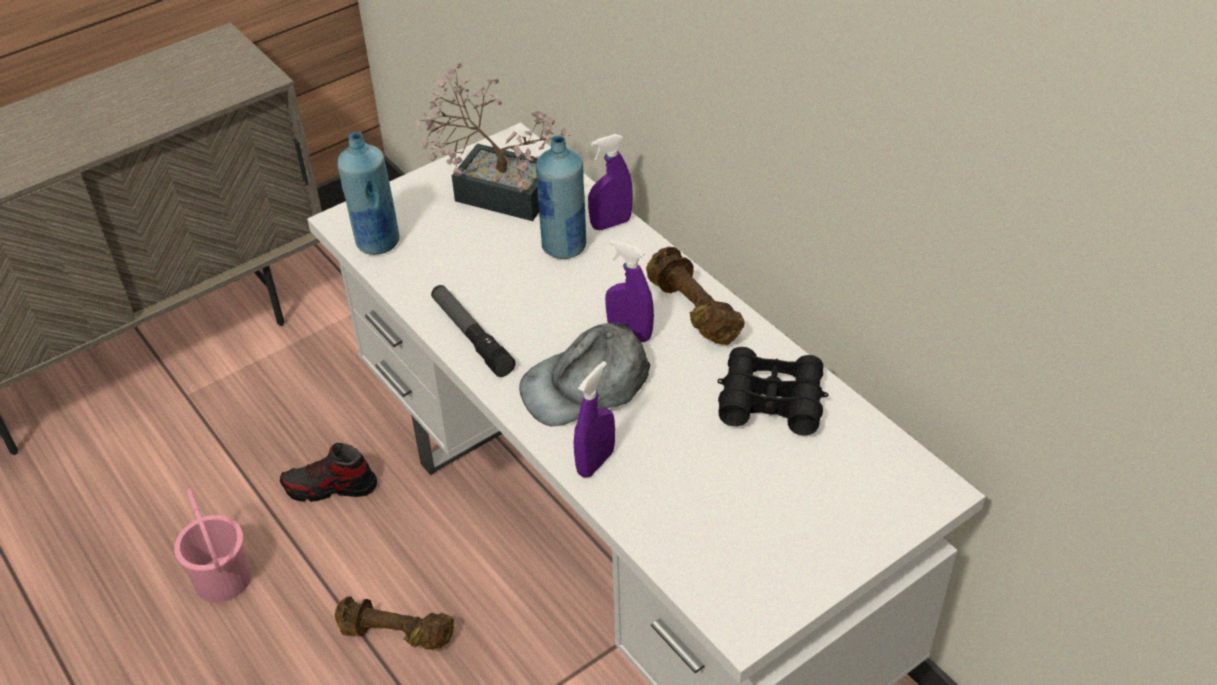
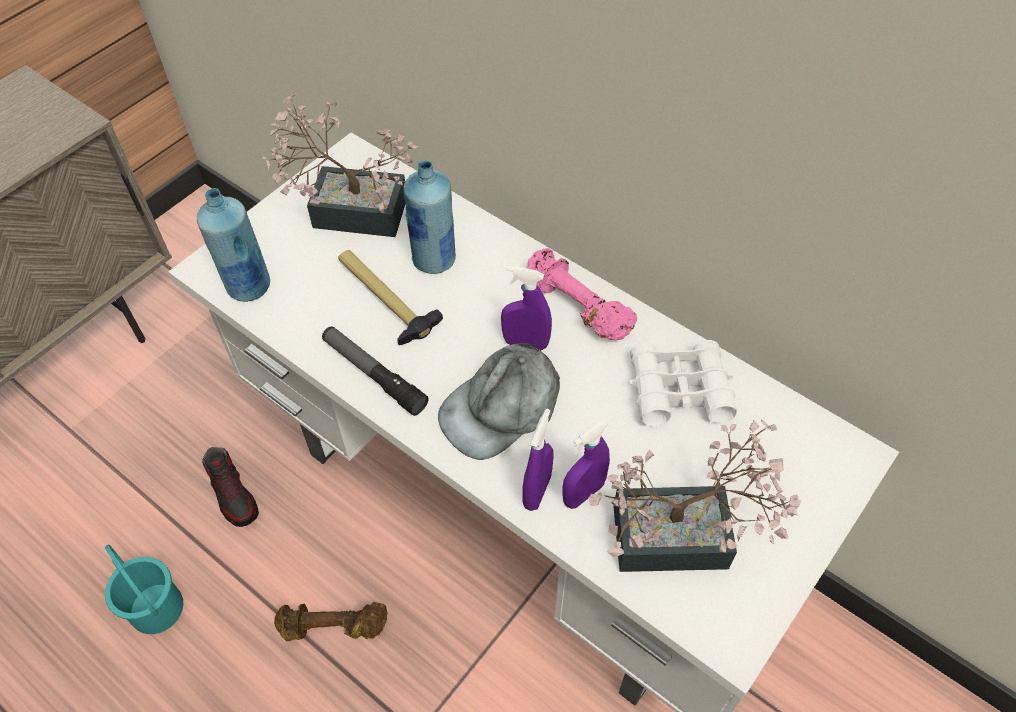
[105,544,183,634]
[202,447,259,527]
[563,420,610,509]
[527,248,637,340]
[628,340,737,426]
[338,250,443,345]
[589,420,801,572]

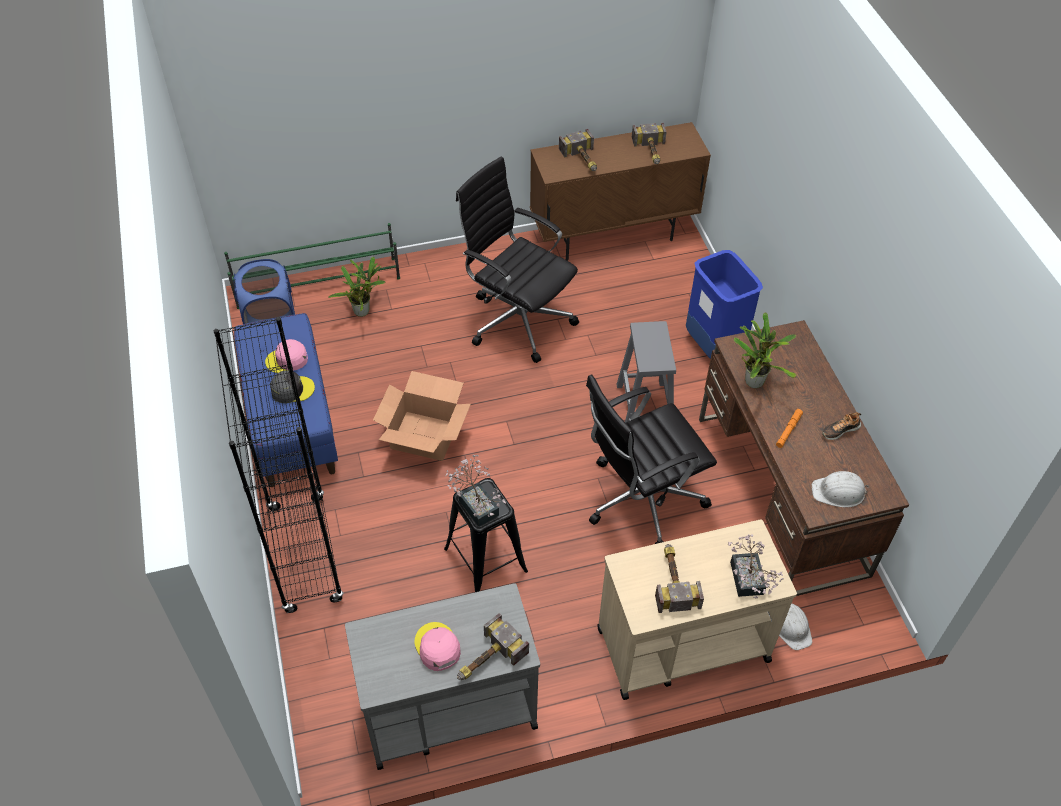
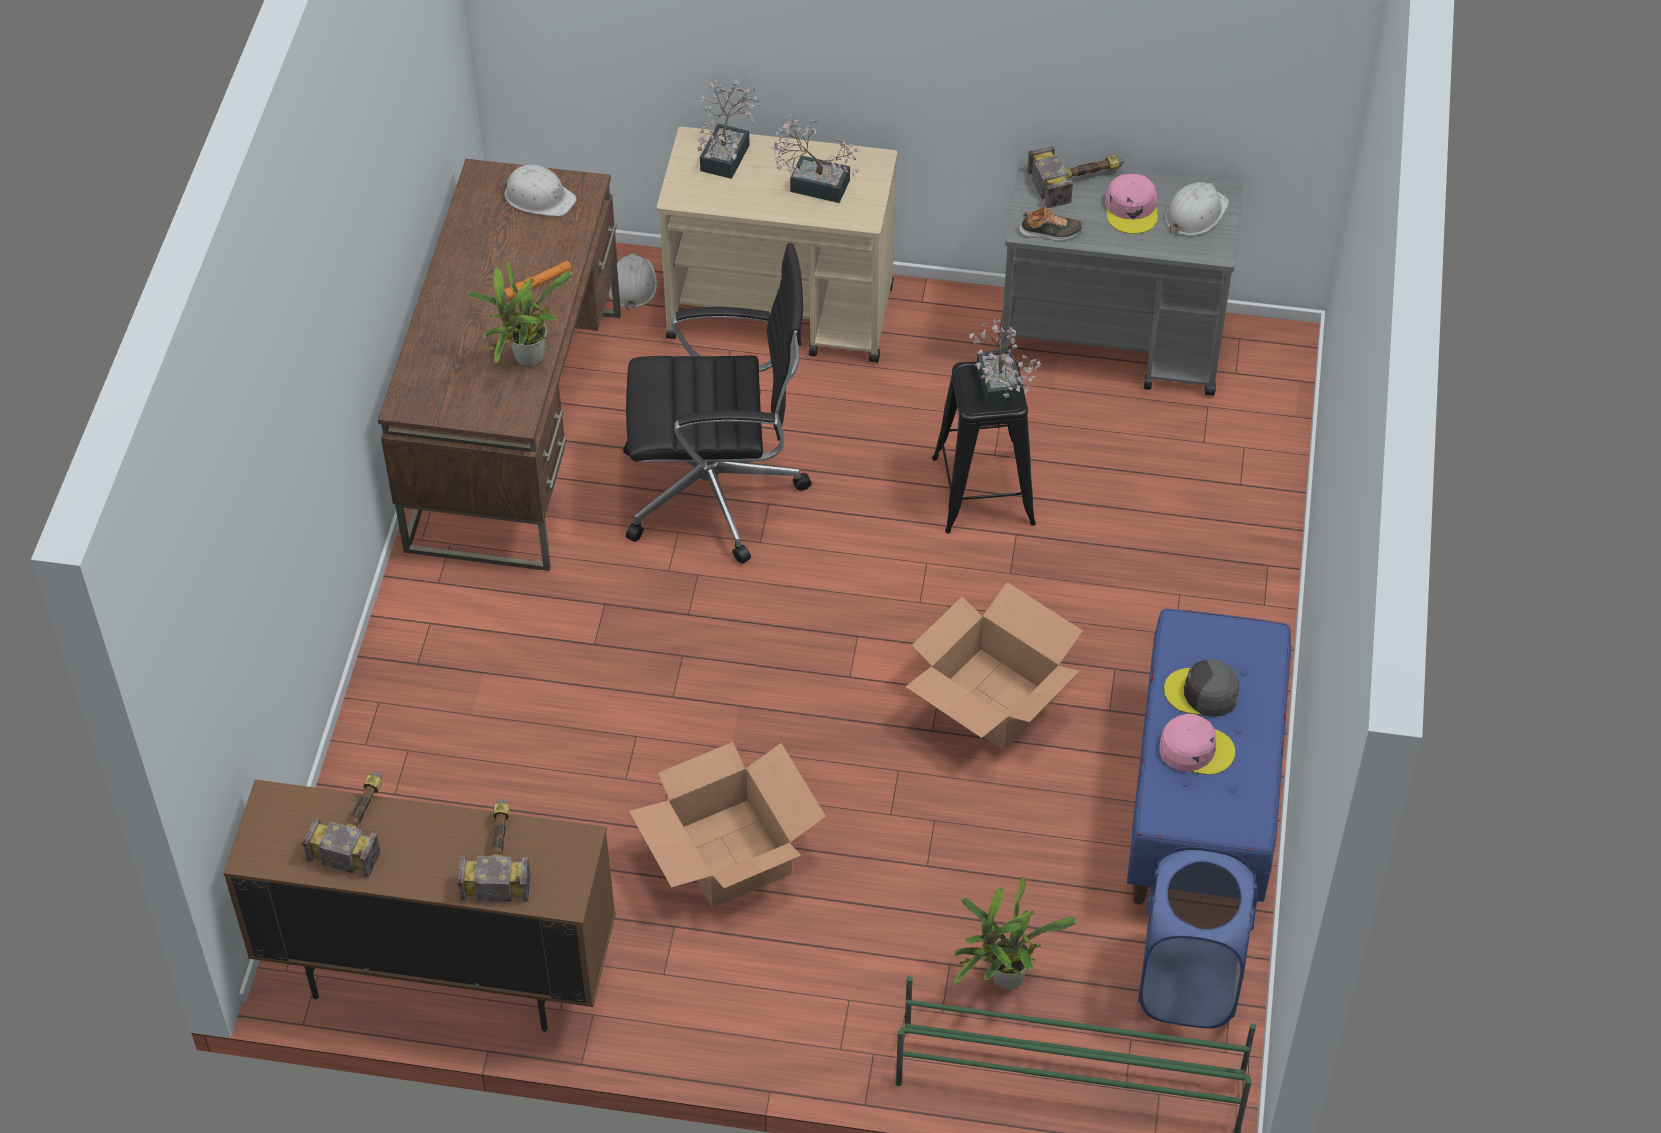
[214,317,344,613] (first image)
[629,742,826,908]
[617,321,676,423] (first image)
[772,112,861,203]
[686,250,763,359] (first image)
[1019,207,1084,241]
[1165,182,1229,236]

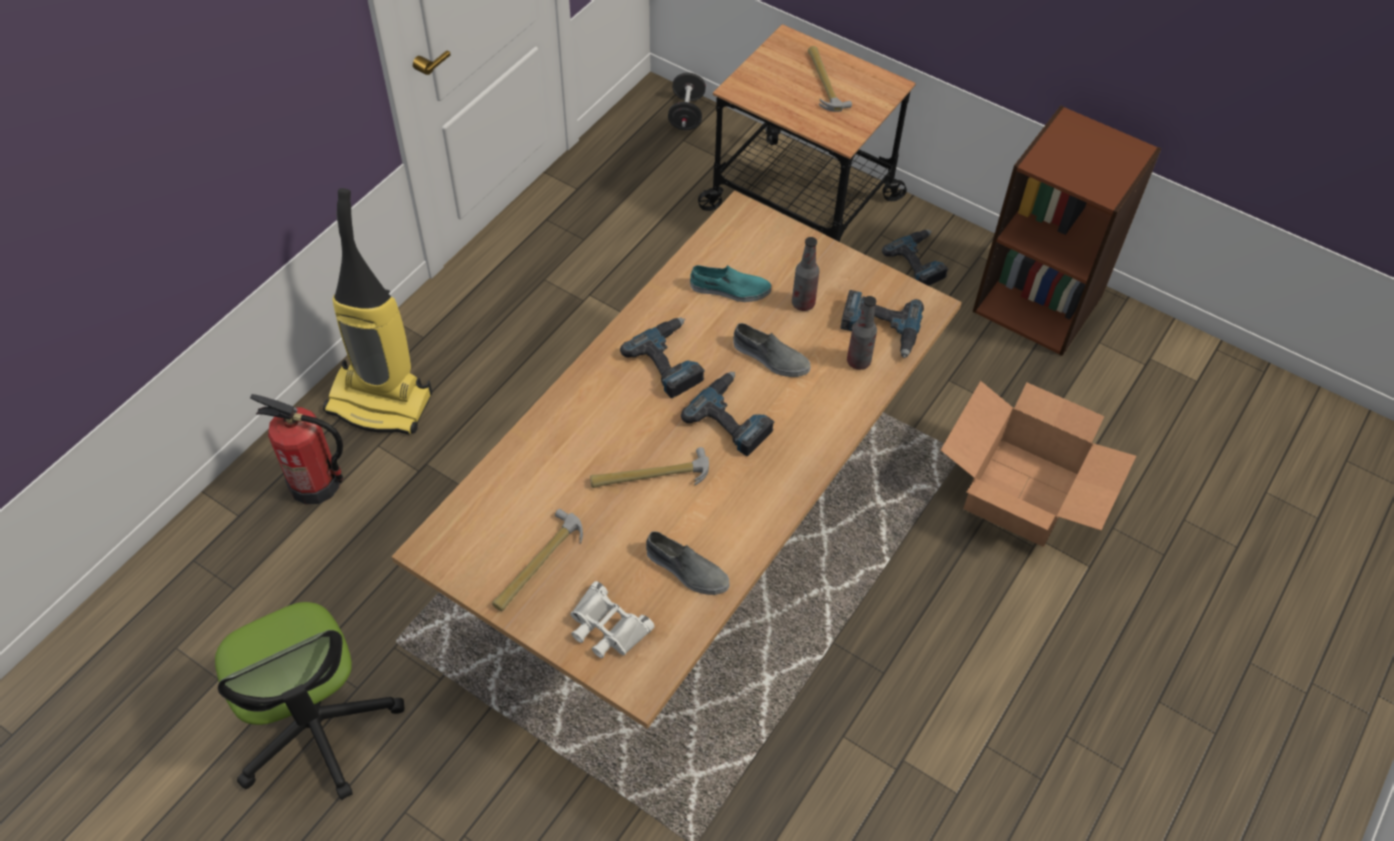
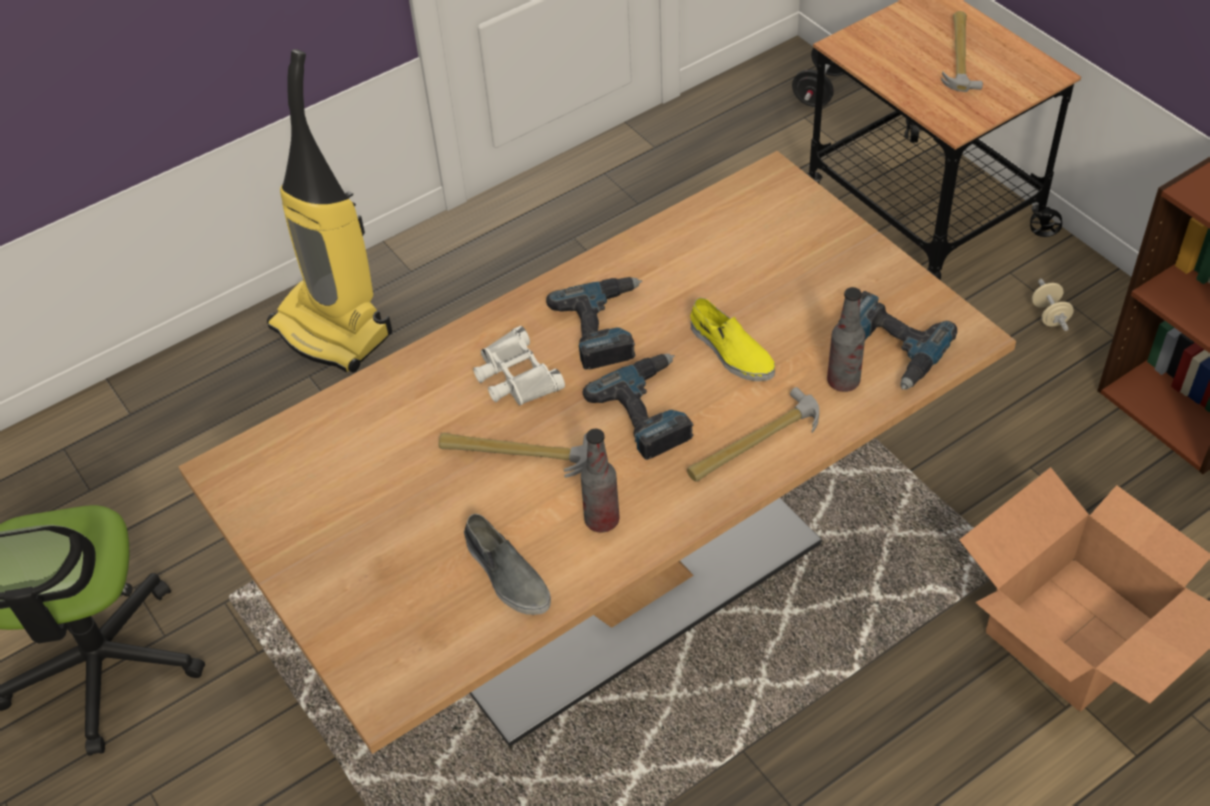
[250,394,343,504] (first image)
[687,387,819,481]
[473,326,565,406]
[690,265,771,302] (first image)
[690,298,775,381]
[581,429,619,532]
[1032,279,1074,331]

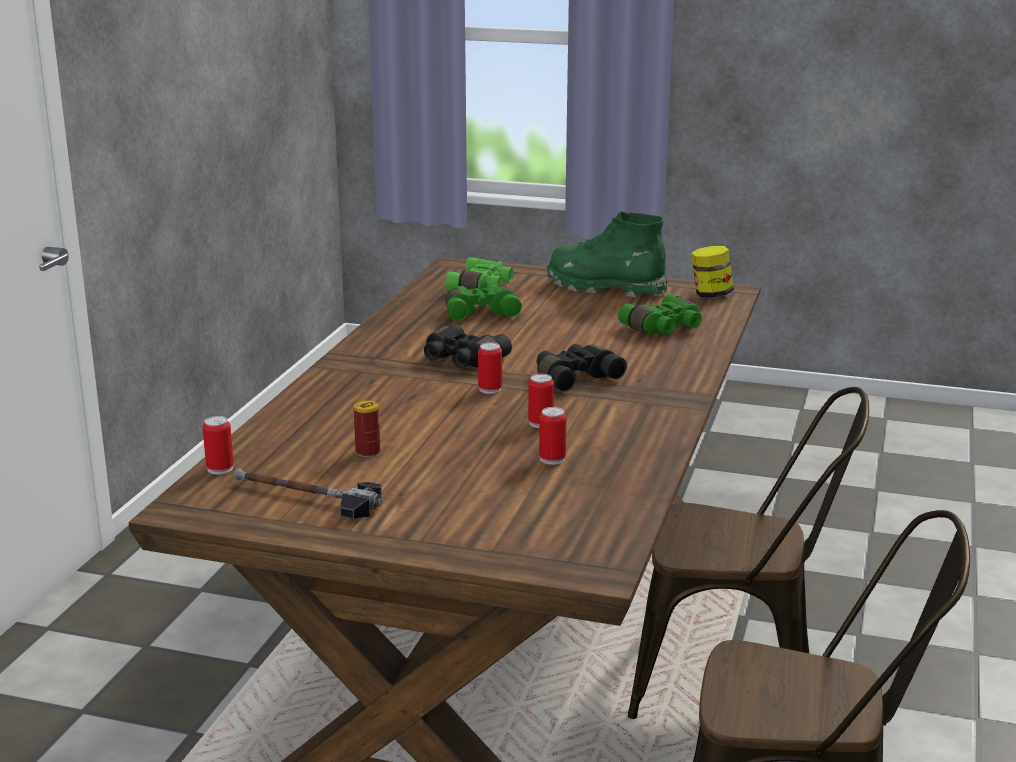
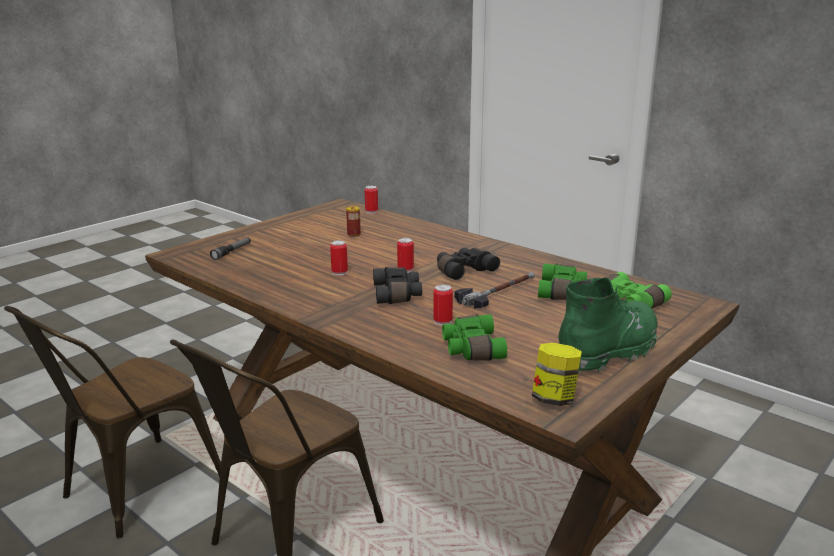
[454,272,535,309]
[433,284,453,326]
[210,237,251,260]

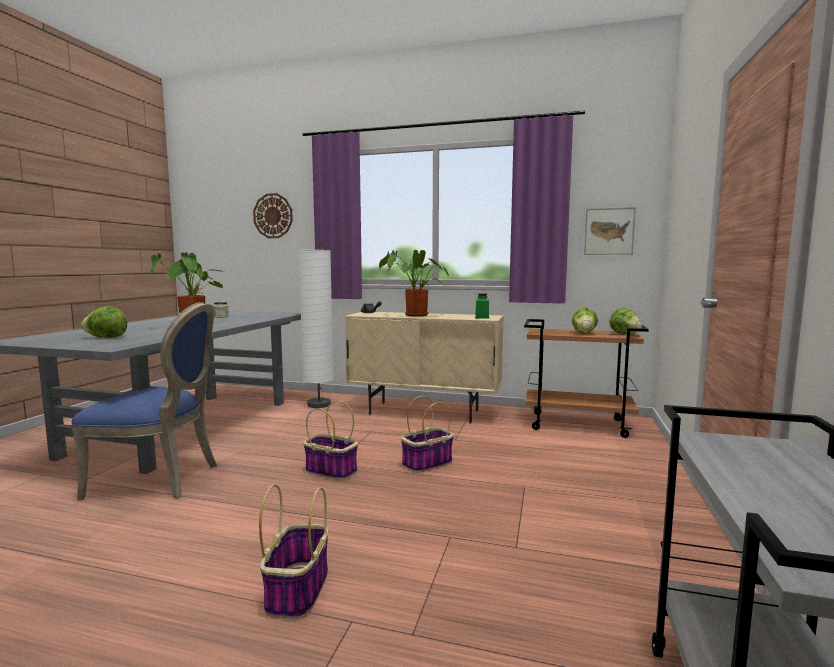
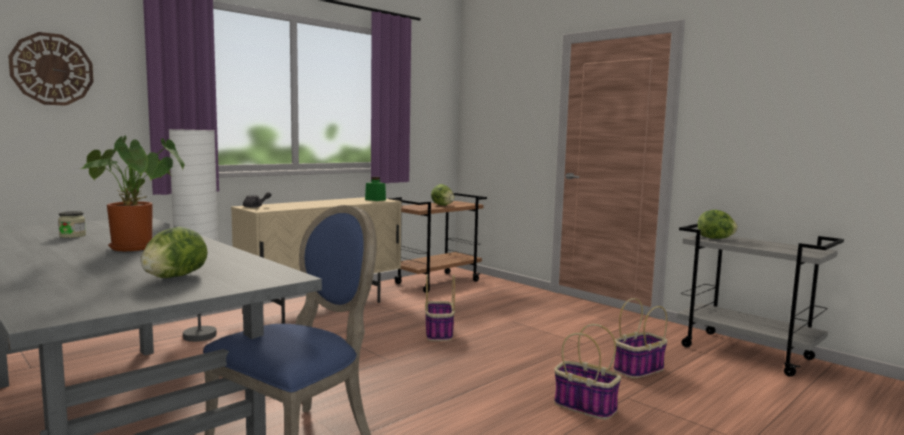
[613,298,668,379]
[379,250,449,317] (first image)
[584,207,636,255] (first image)
[697,210,738,239]

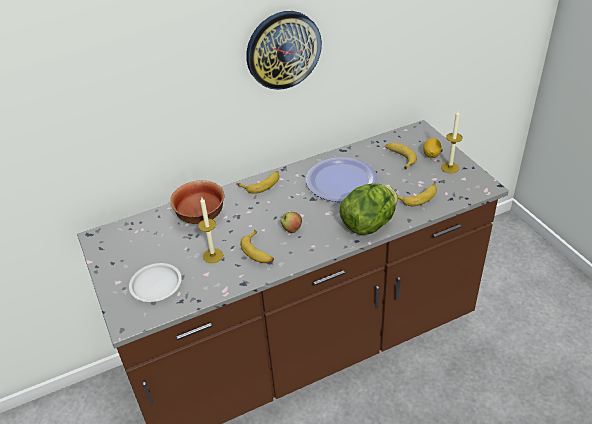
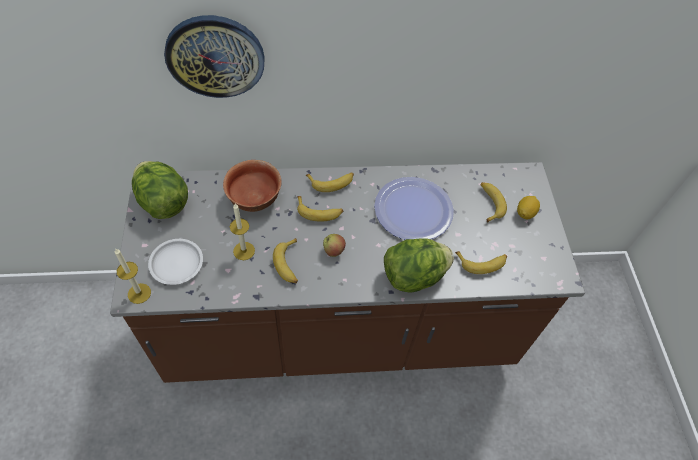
[164,15,264,98]
[115,248,151,304]
[132,161,188,219]
[297,196,343,221]

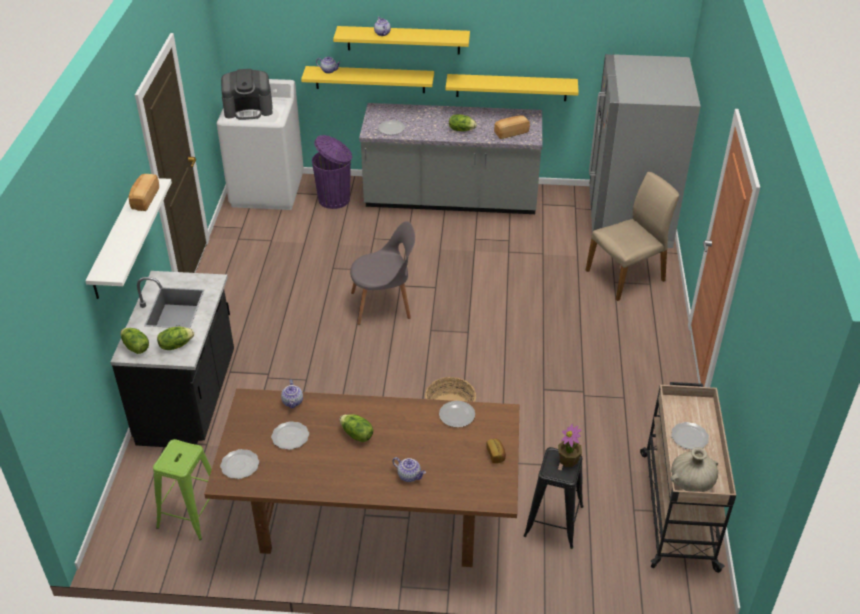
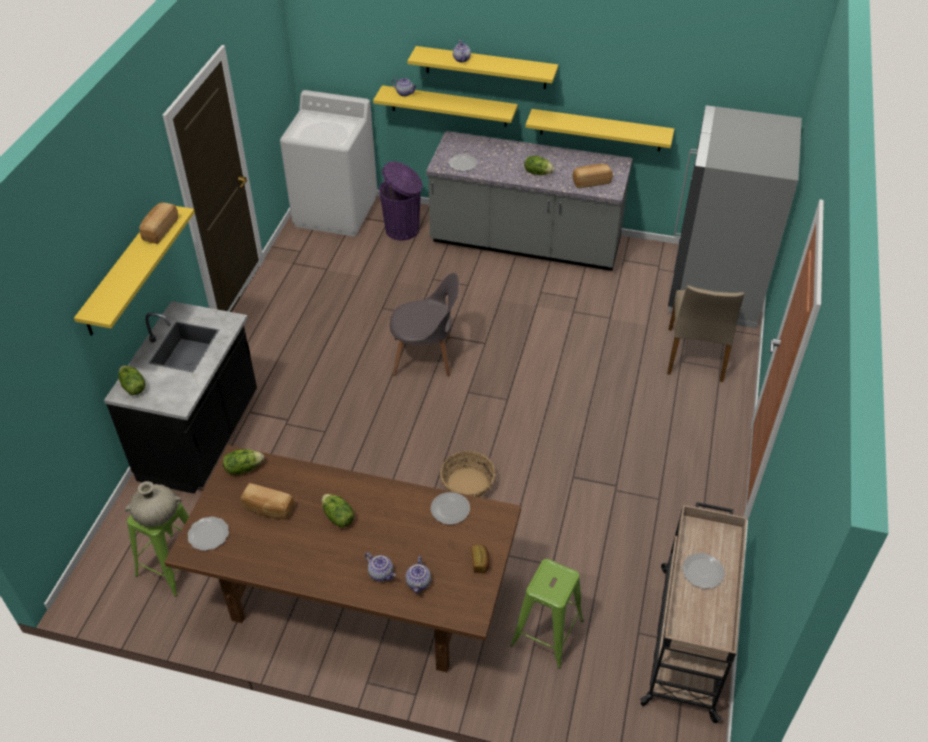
[74,206,195,336]
[223,449,264,475]
[221,69,273,120] (first image)
[240,483,294,519]
[405,556,431,593]
[510,559,584,668]
[558,424,582,467] (first image)
[667,285,744,382]
[125,481,182,527]

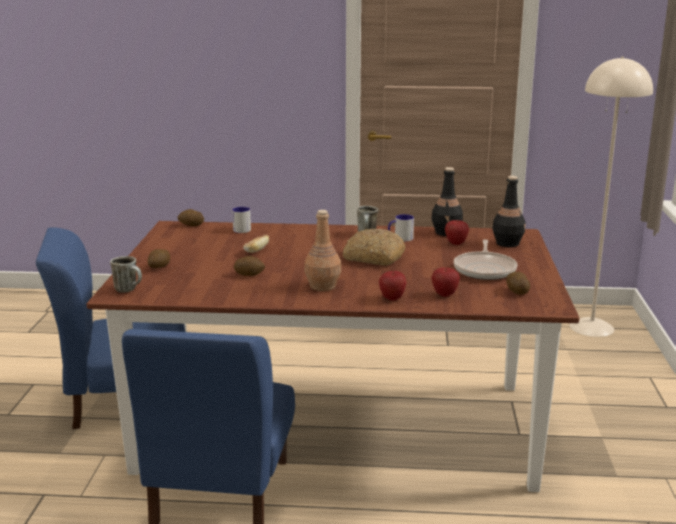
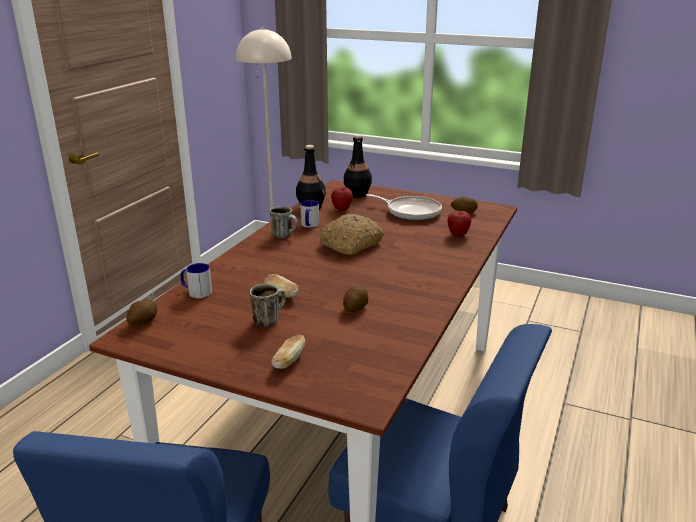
[250,284,286,327]
[271,334,305,369]
[304,210,341,291] (first image)
[379,271,407,301] (first image)

